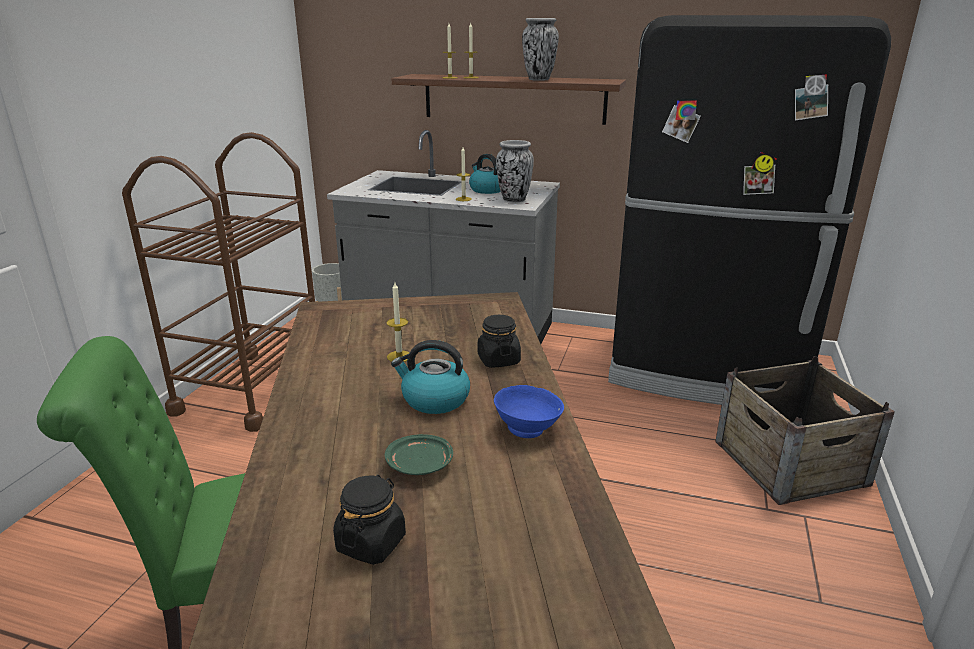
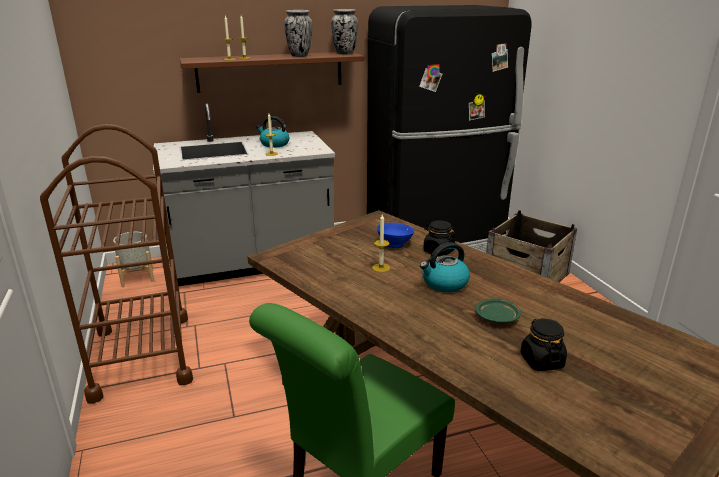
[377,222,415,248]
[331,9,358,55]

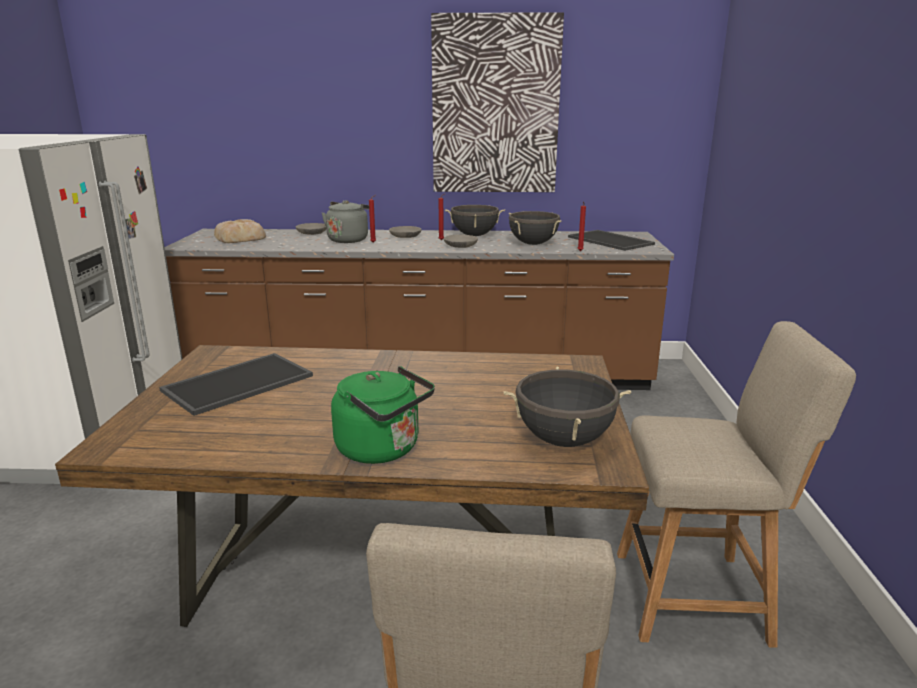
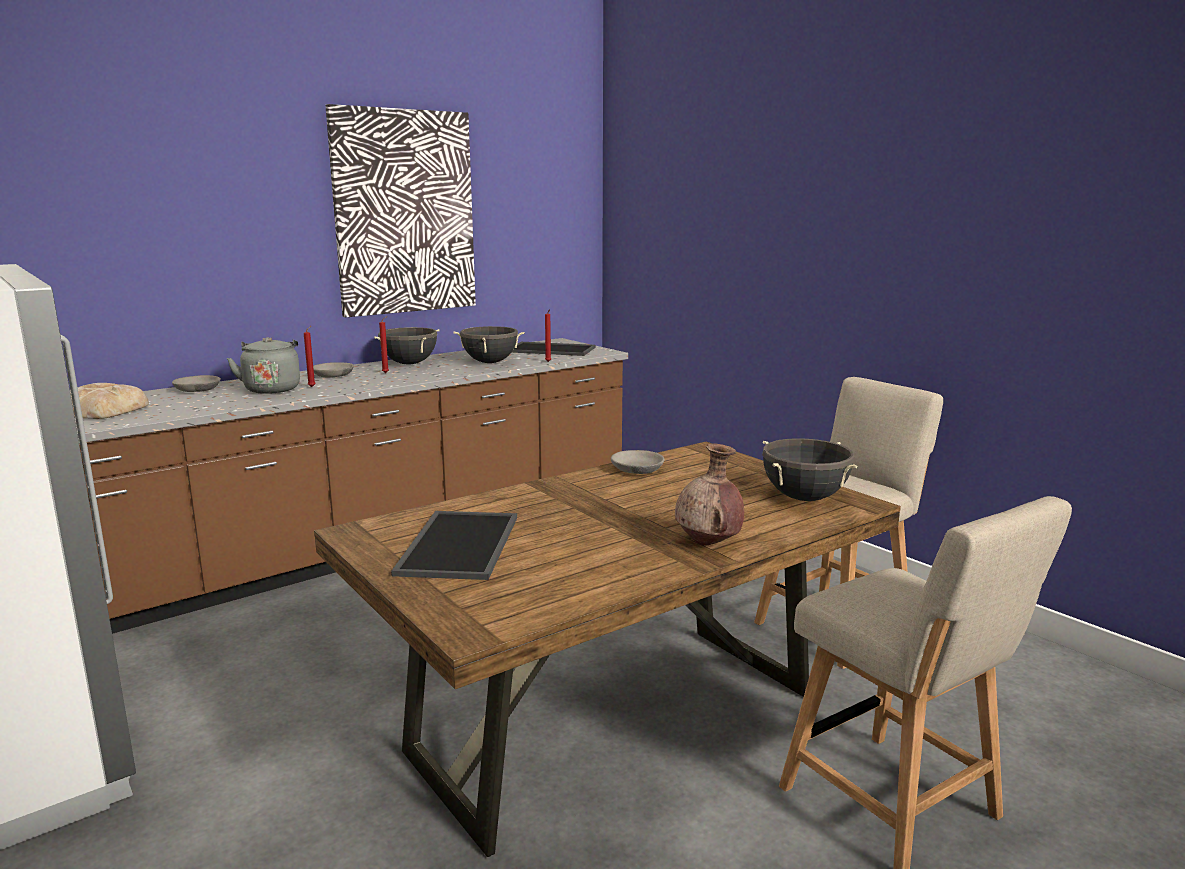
[675,443,744,546]
[611,450,665,474]

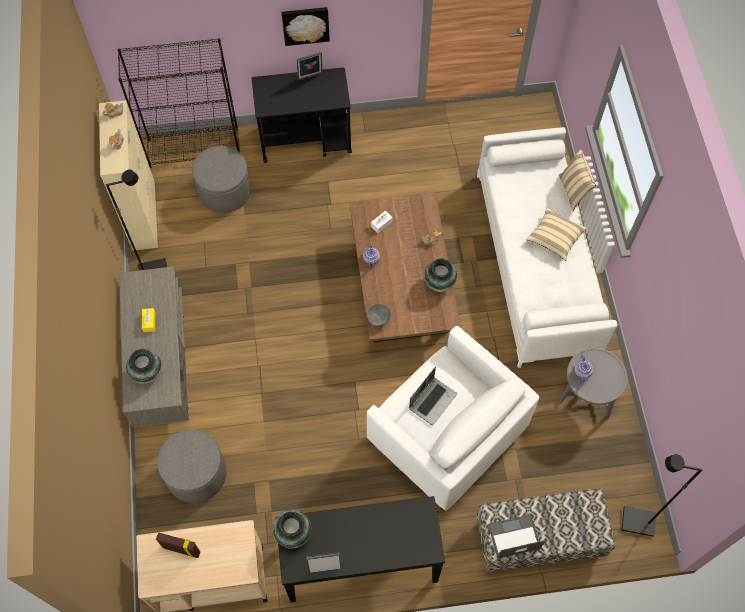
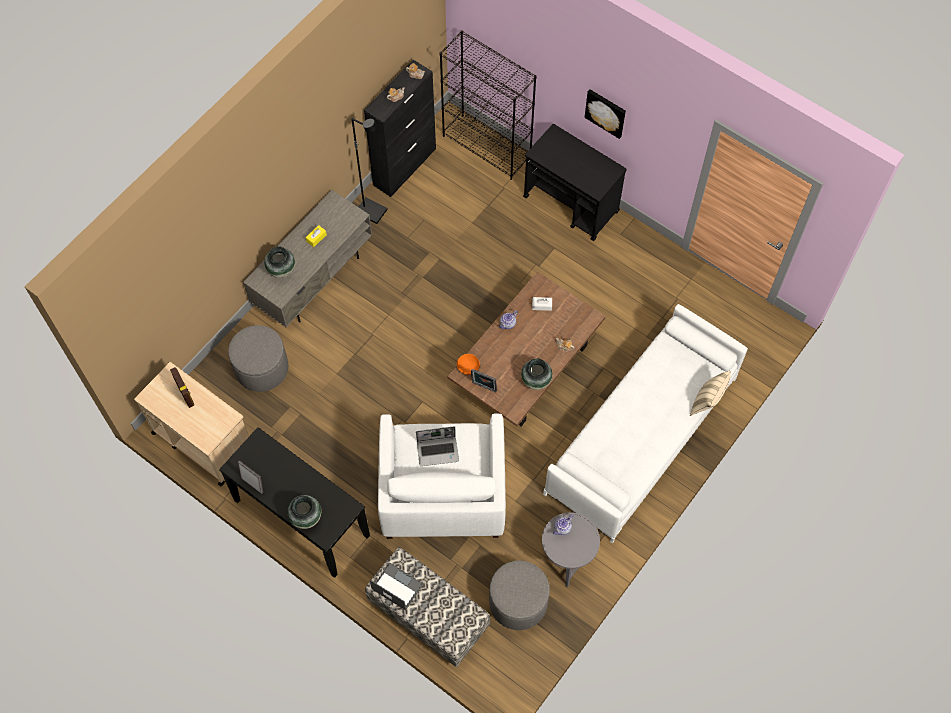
[364,60,436,197]
[489,561,550,630]
[287,495,321,529]
[471,369,497,392]
[457,354,480,375]
[526,207,587,261] (first image)
[622,454,703,537] (first image)

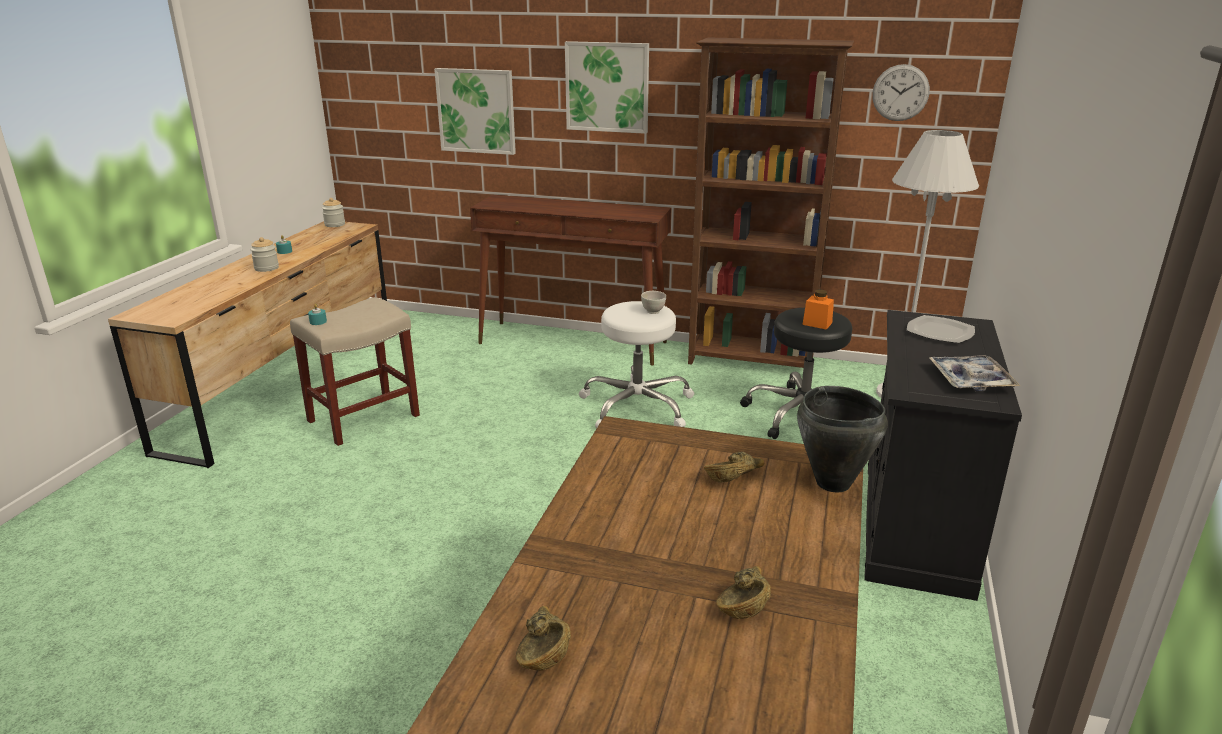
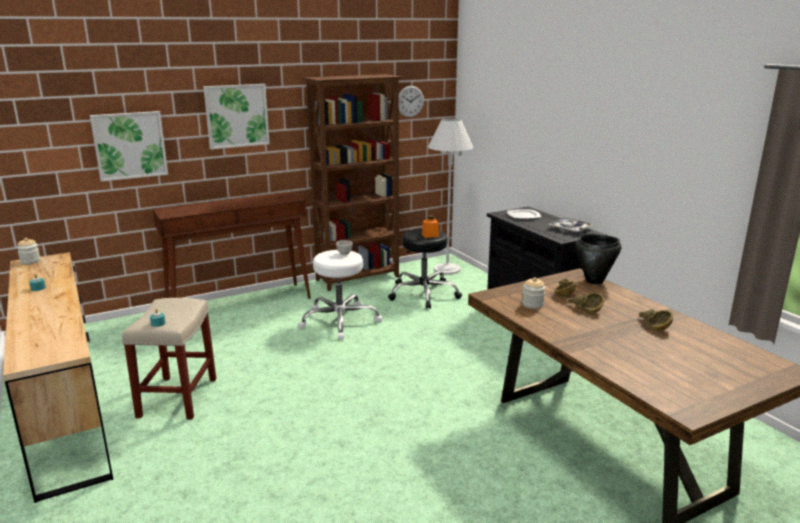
[522,277,545,309]
[568,293,604,314]

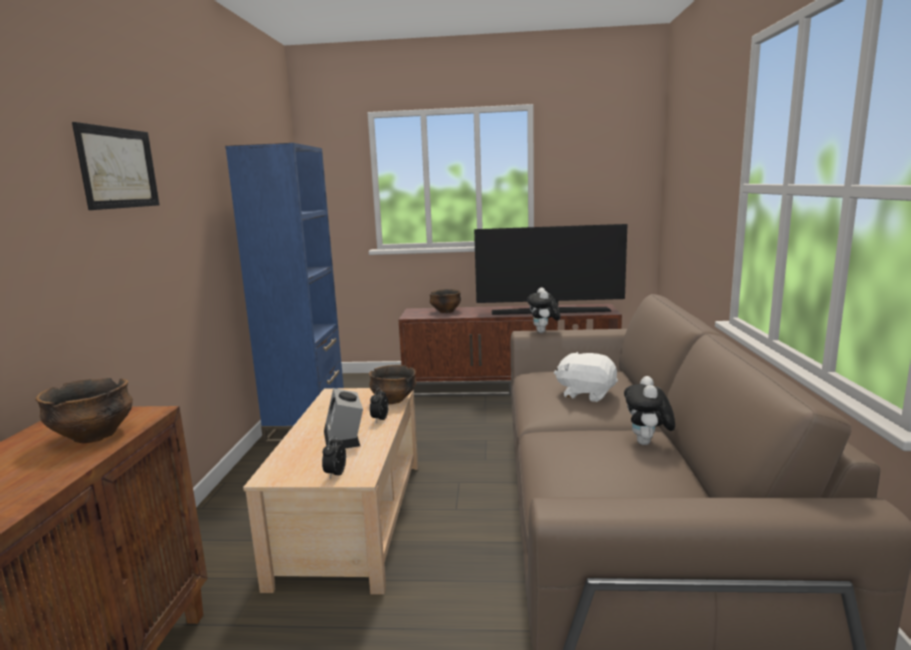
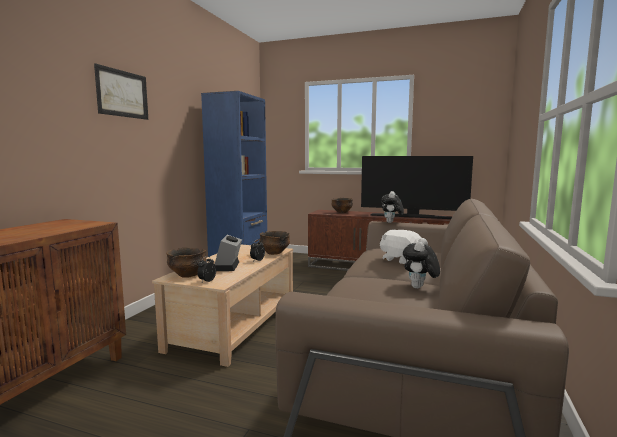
[166,248,207,278]

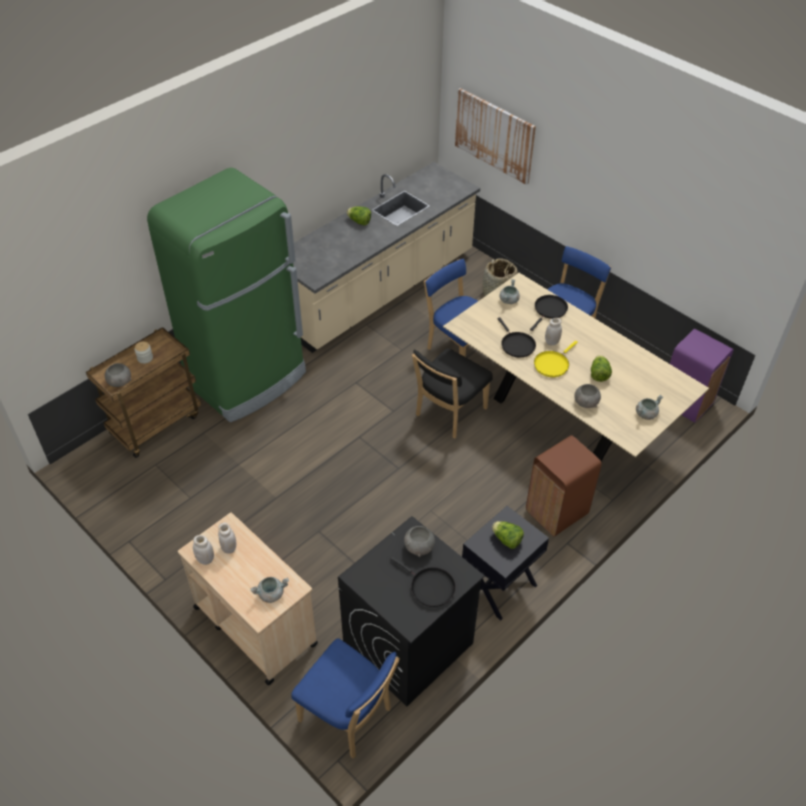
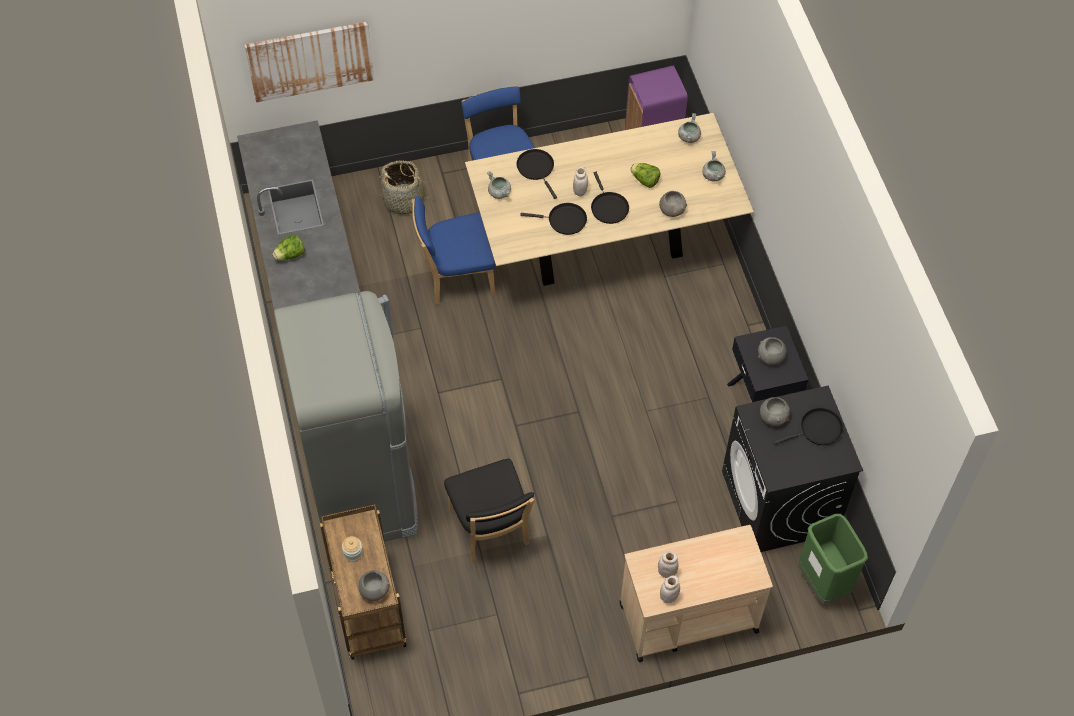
[274,291,418,542]
[678,113,701,143]
[798,514,868,604]
[444,459,534,563]
[758,337,787,365]
[526,435,602,536] (first image)
[591,172,629,224]

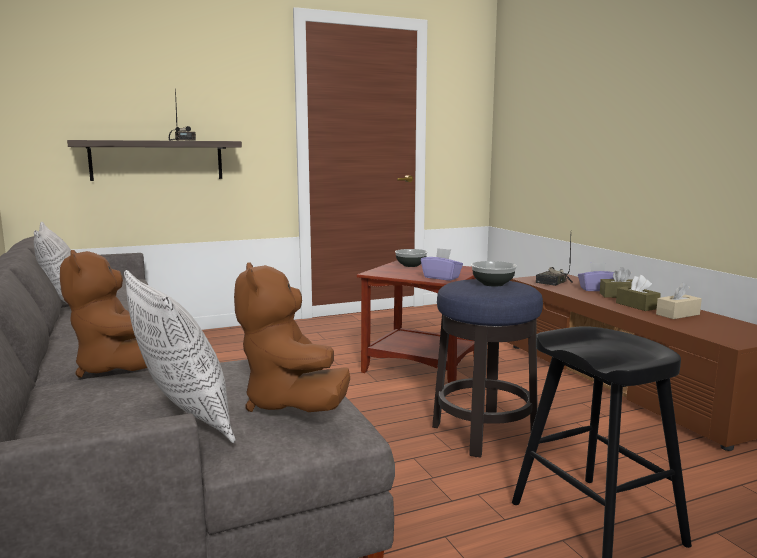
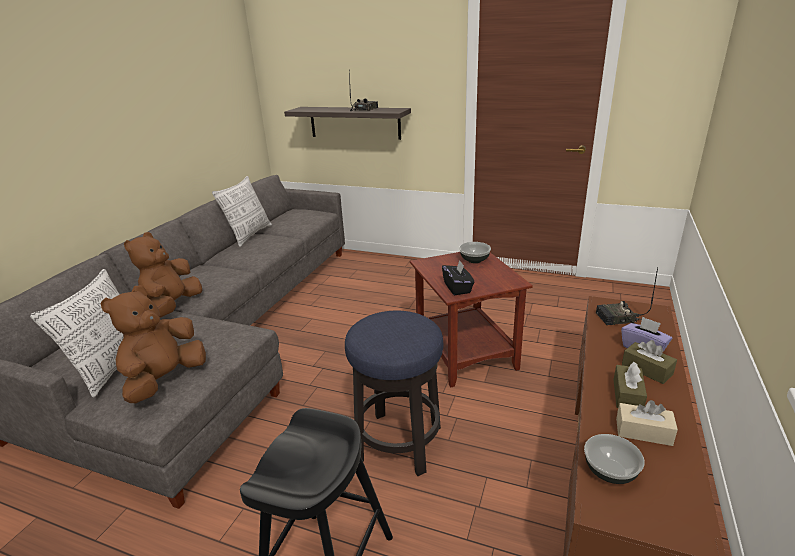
[442,260,474,295]
[584,434,645,484]

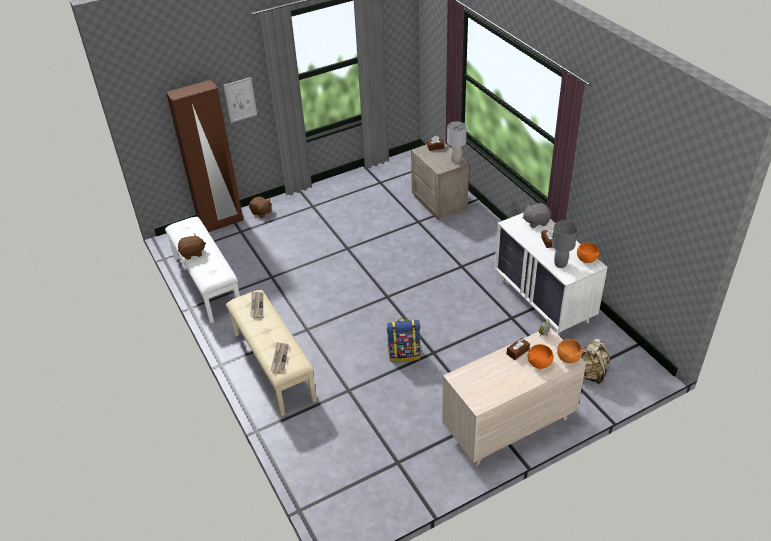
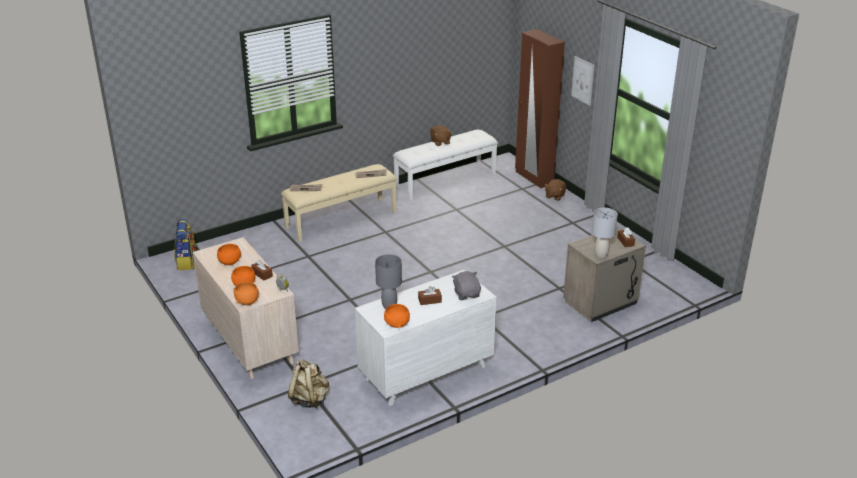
[174,219,197,270]
[217,244,241,265]

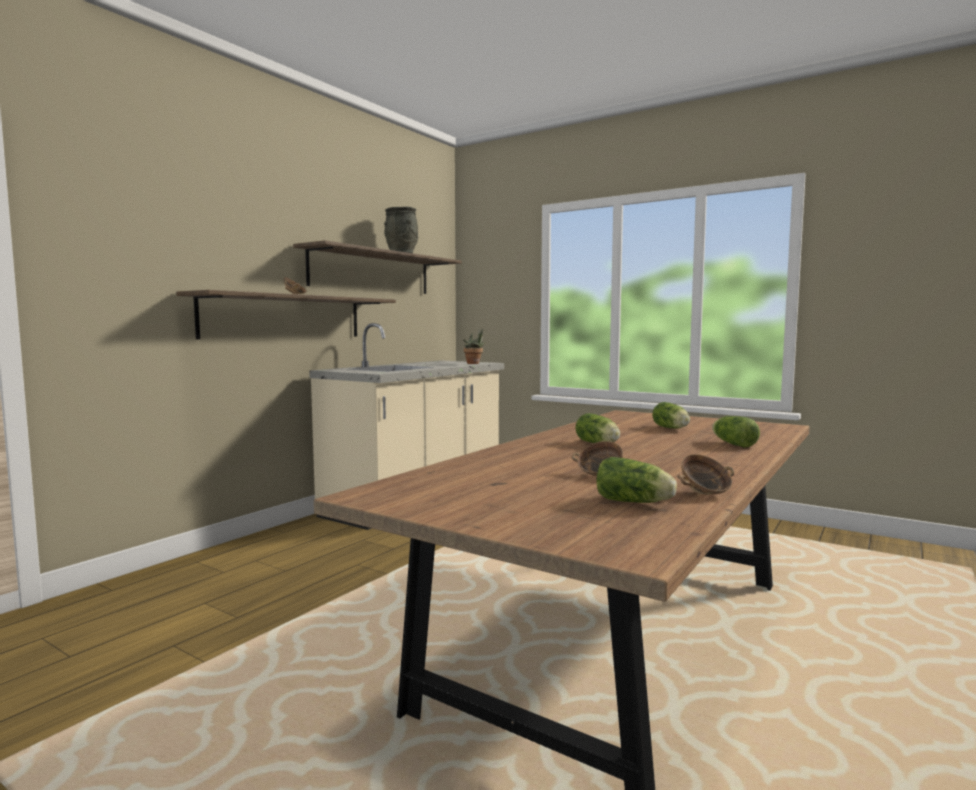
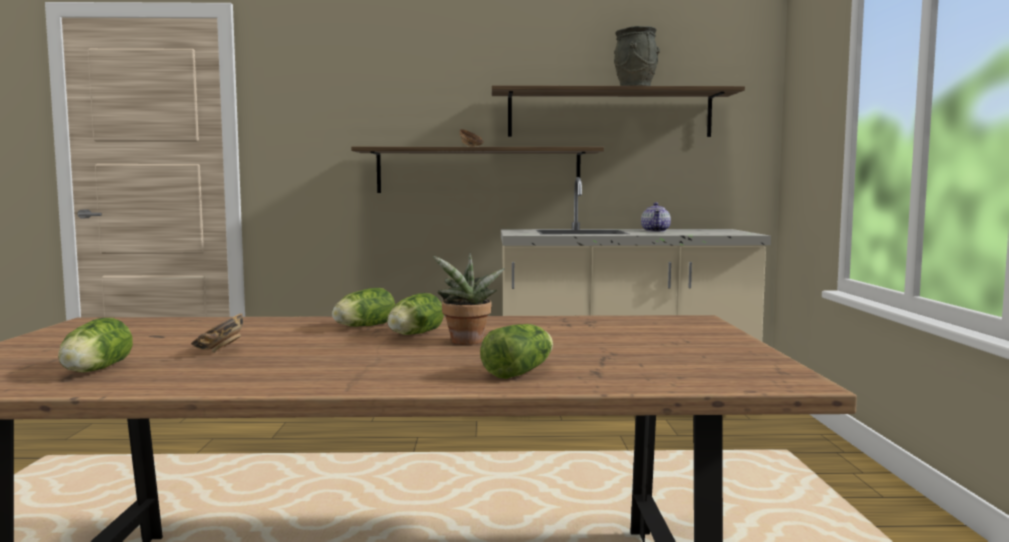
[433,252,505,345]
[332,288,395,327]
[677,454,734,495] (first image)
[641,202,671,232]

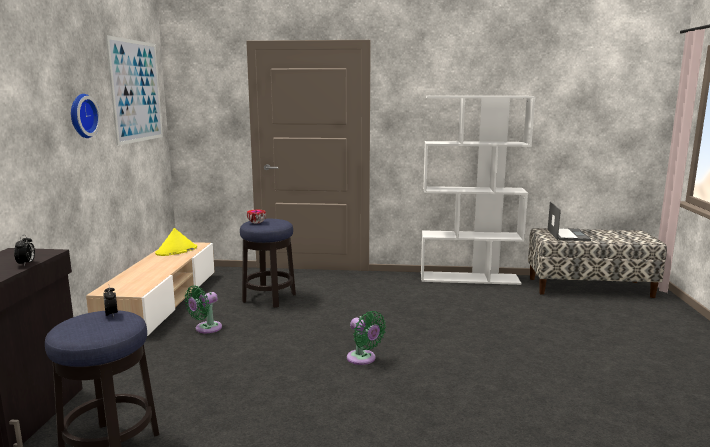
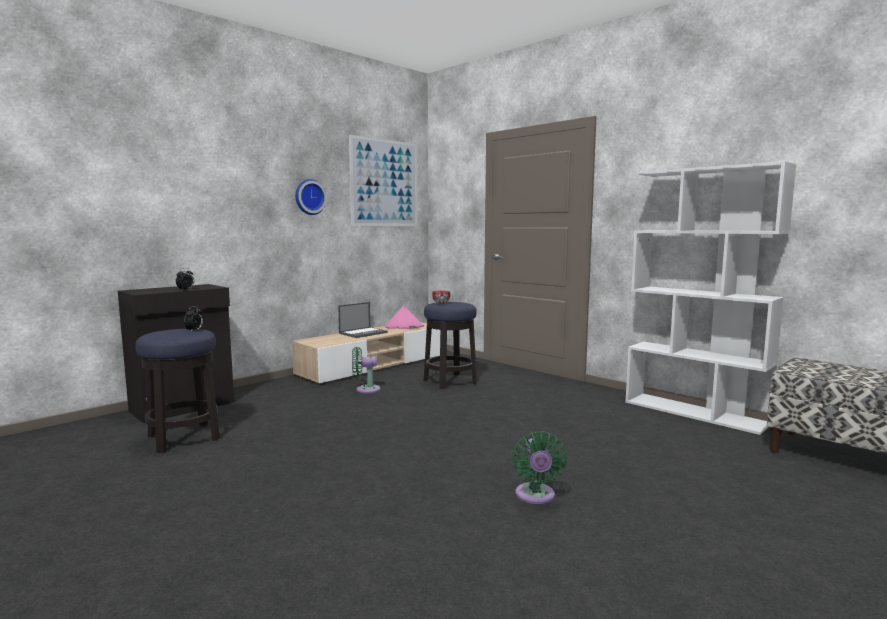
[385,306,424,329]
[512,431,567,504]
[338,302,388,338]

